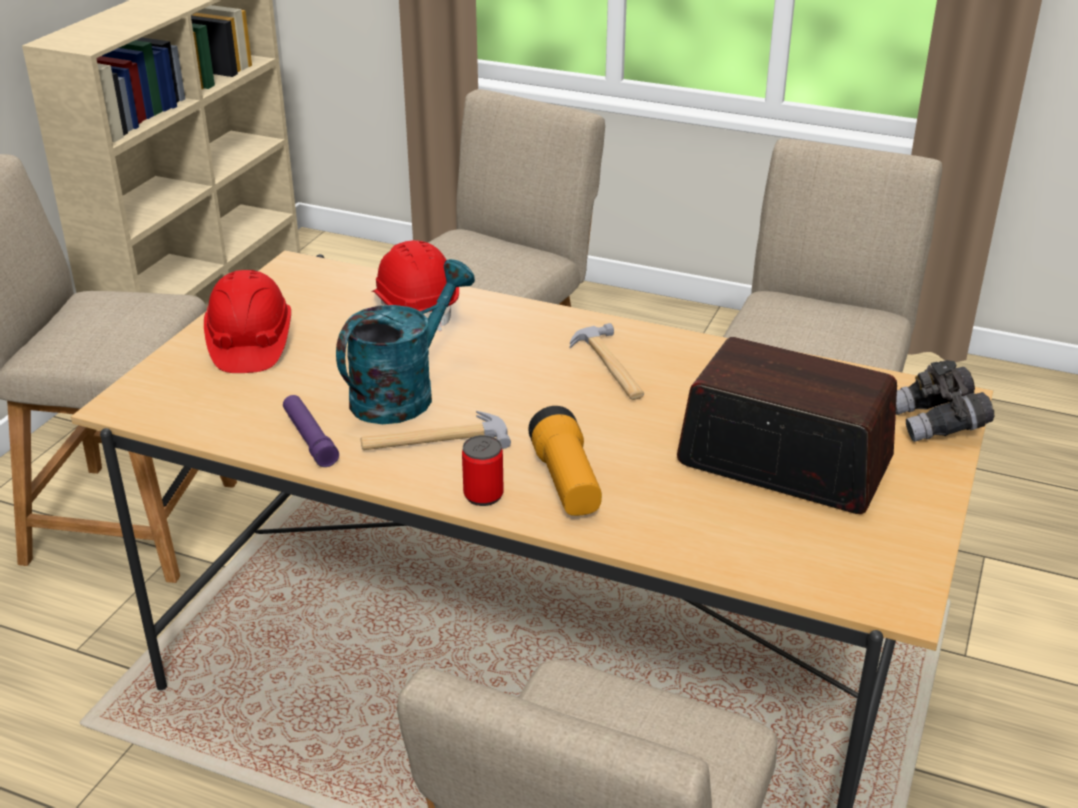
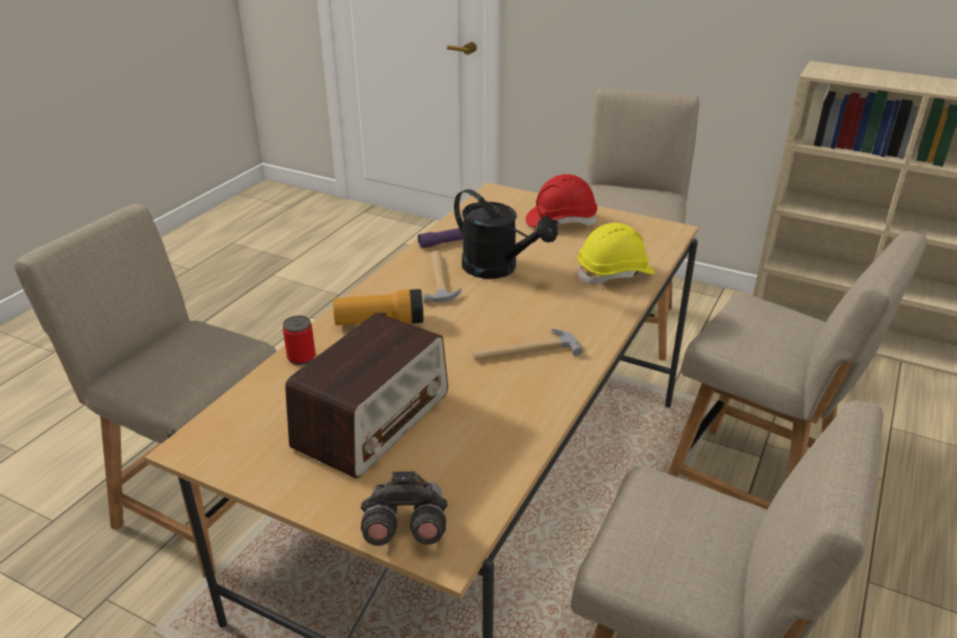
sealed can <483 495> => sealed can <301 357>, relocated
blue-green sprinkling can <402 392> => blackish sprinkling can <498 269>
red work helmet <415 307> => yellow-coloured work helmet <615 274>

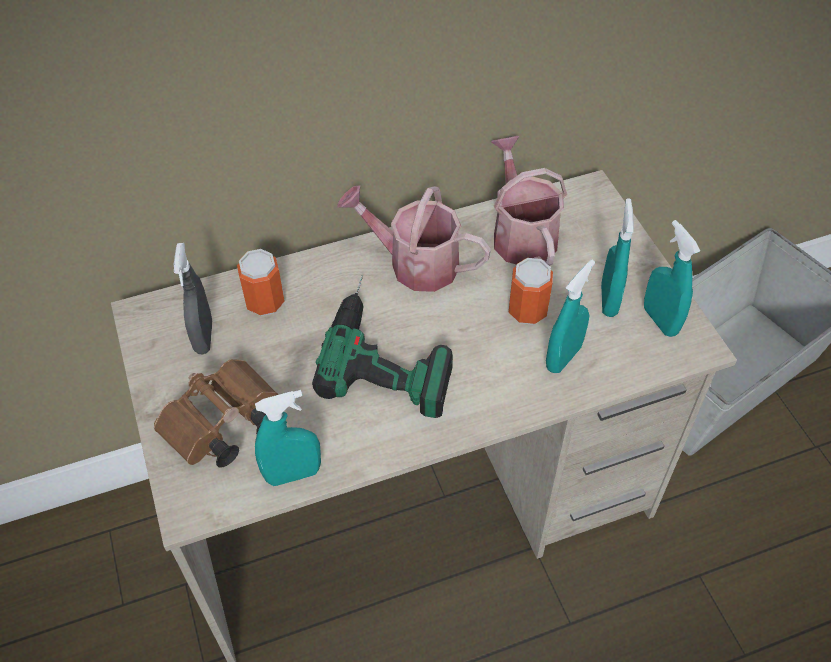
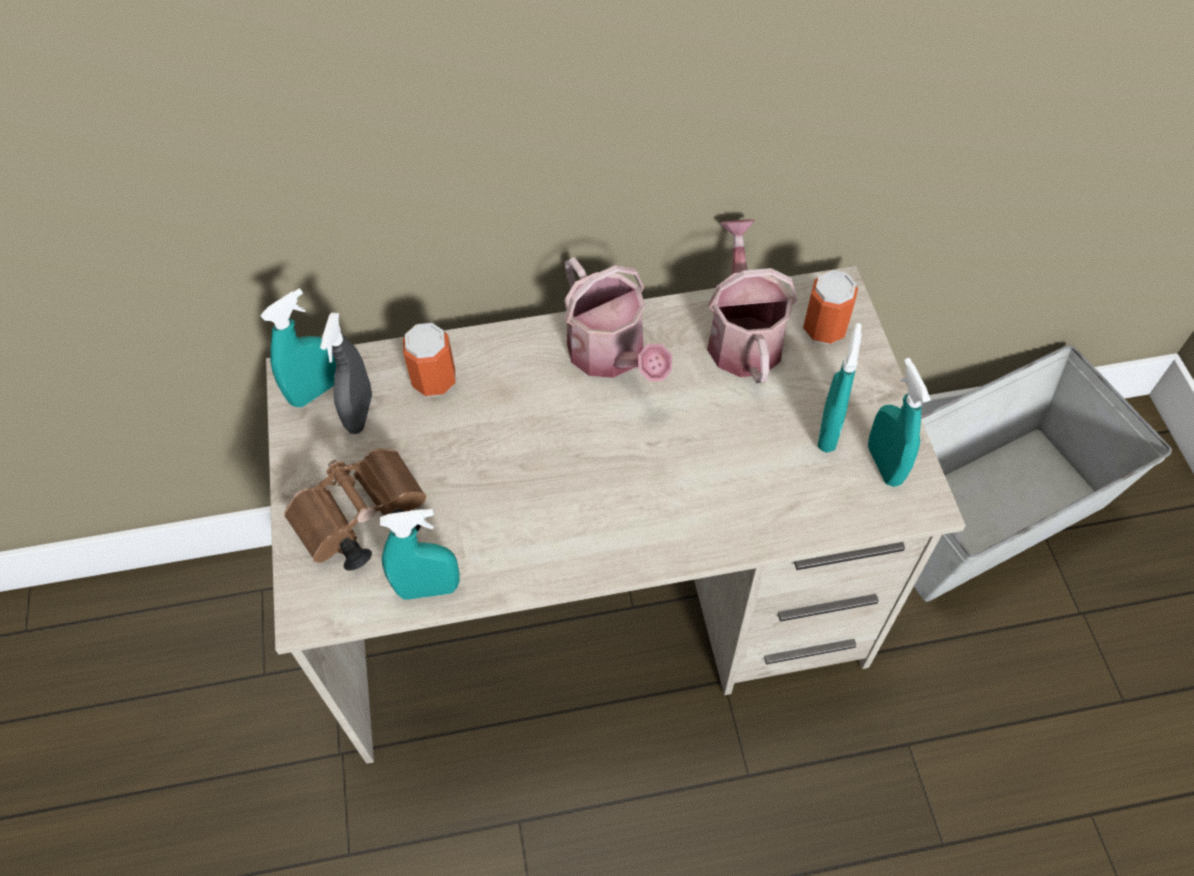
electric drill <391 348> => nothing
sealed can <527 311> => sealed can <824 329>, relocated
blue-green sprayer <563 357> => blue-green sprayer <315 392>, relocated
sprinkling can <414 263> => sprinkling can <612 356>, 150 degrees counterclockwise

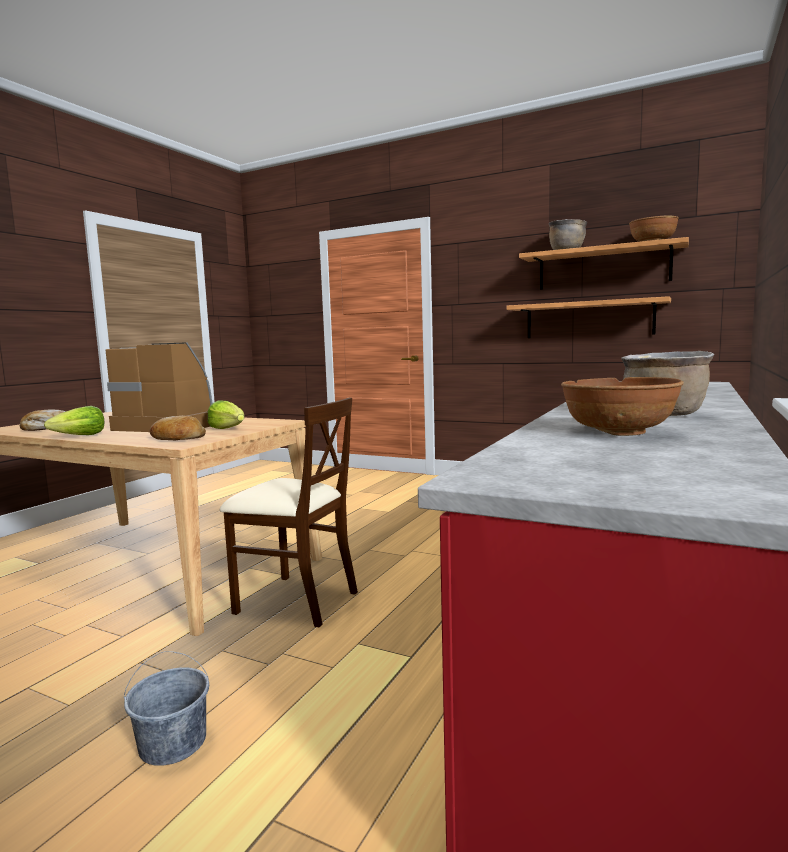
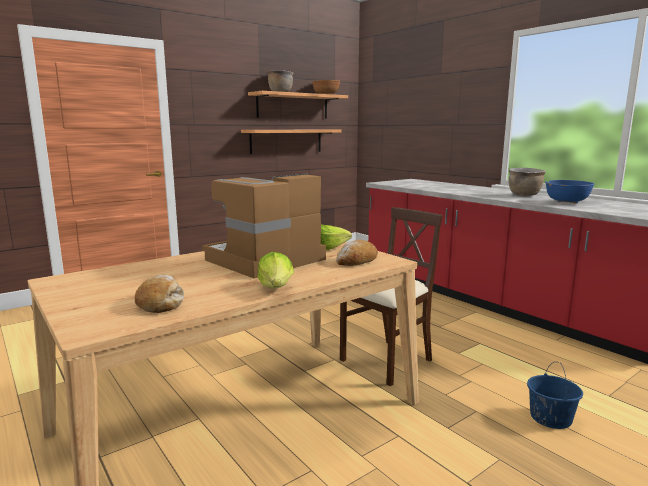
gray pail <173 743> => bluish pail <550 417>
brown-coloured deep dish <618 432> => bluish deep dish <567 202>

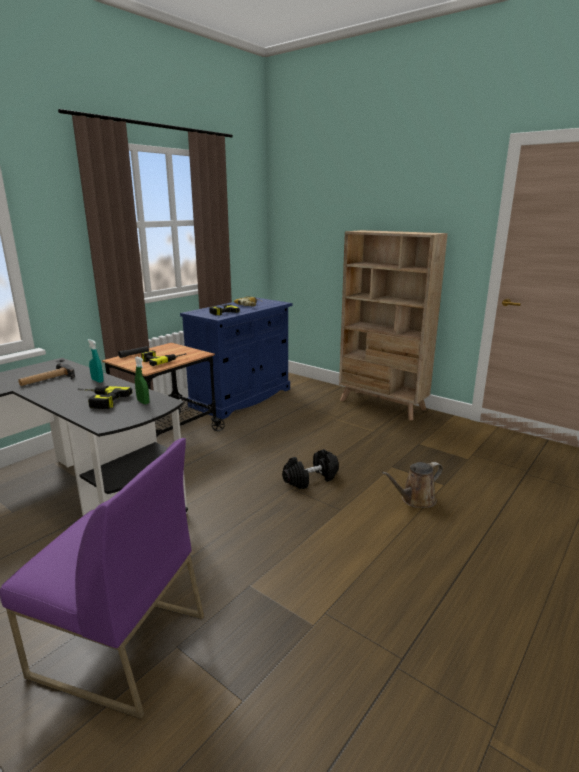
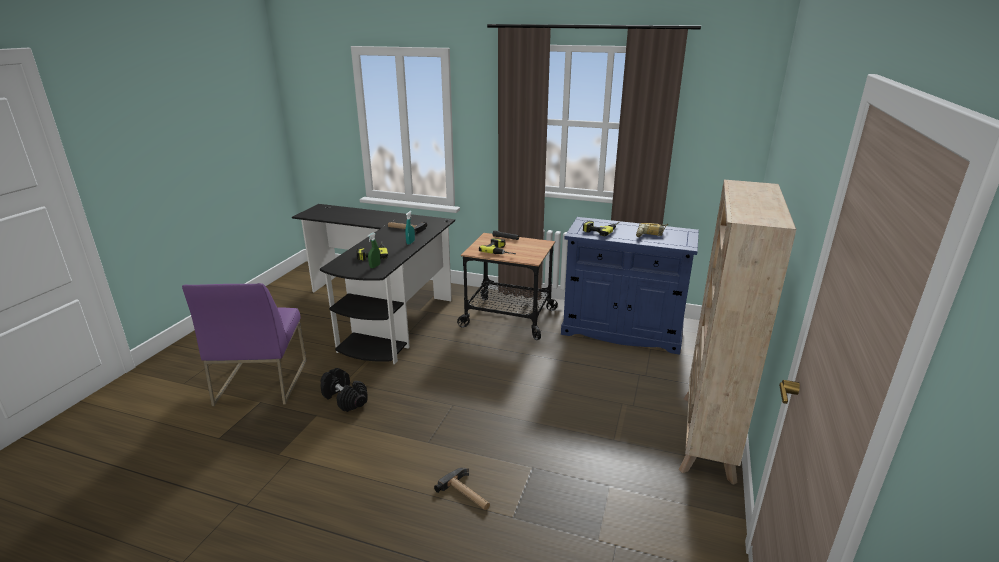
blackish dumbbell <310 479> => blackish dumbbell <344 399>, relocated
brown-coloured sprinkling can <415 500> => hand hammer <467 494>

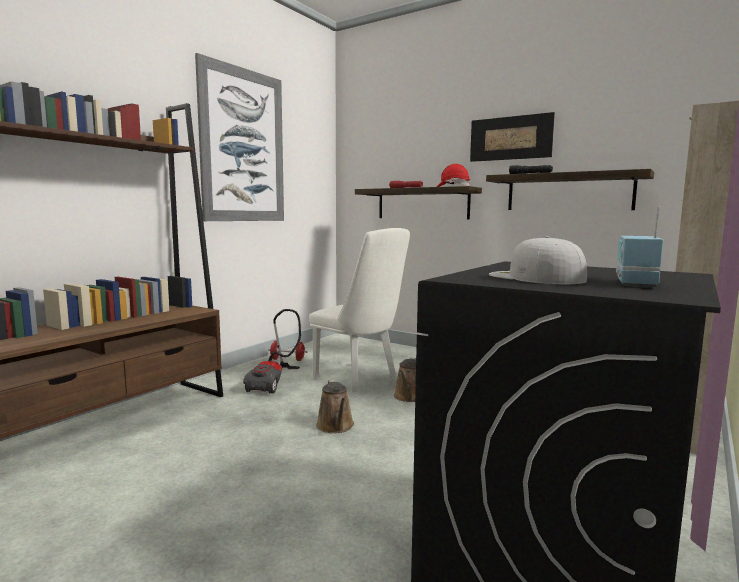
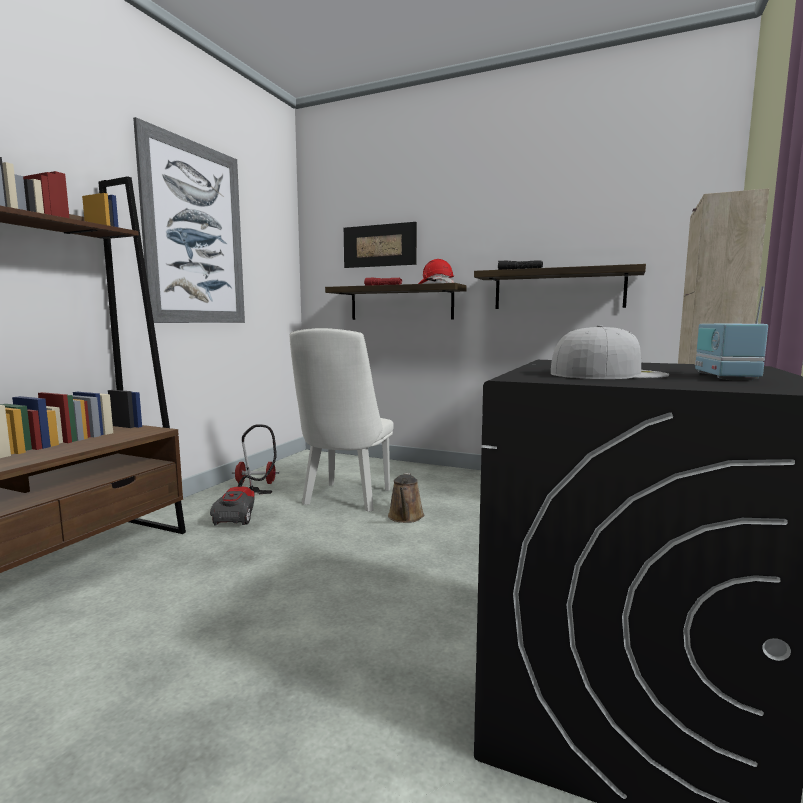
brown-coloured sprinkling can <336 427> => nothing
wall picture <510 138> => wall picture <379 245>, relocated
whitish plain chair <360 378> => whitish plain chair <345 499>, 75 degrees clockwise
whitish baseball cap <534 277> => whitish baseball cap <608 374>, 120 degrees clockwise

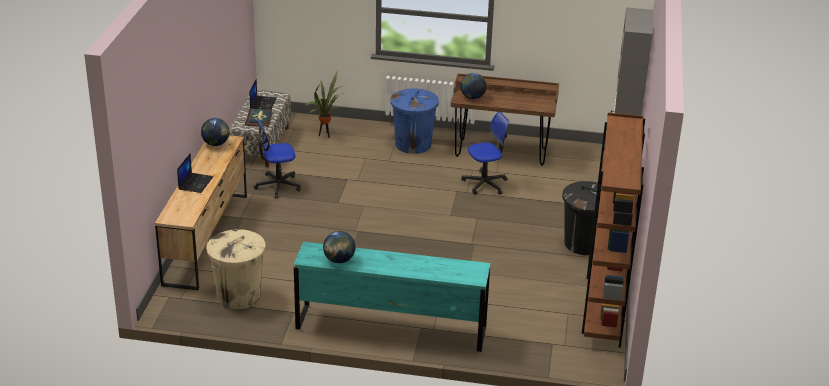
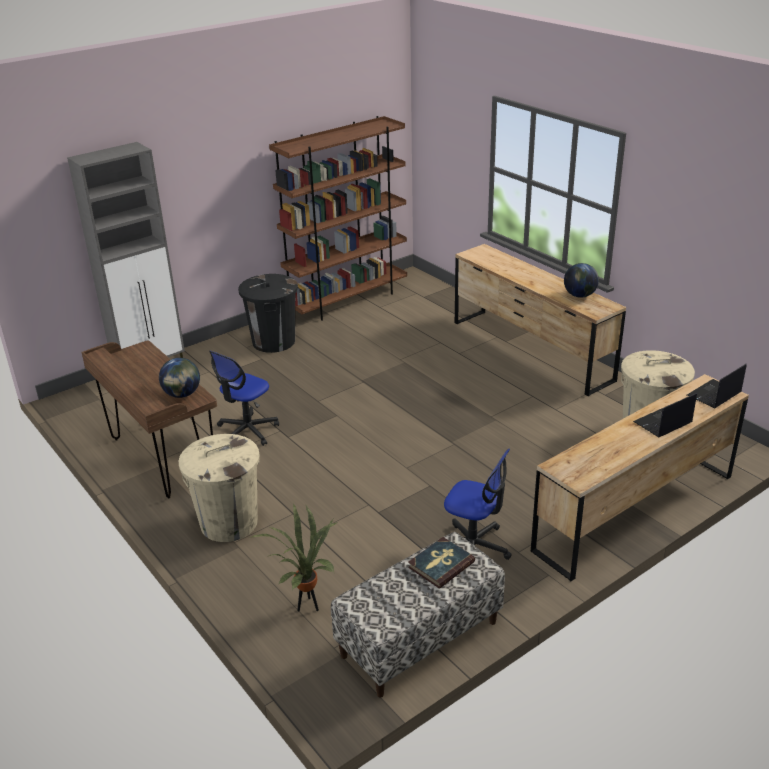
desk globe <216 144> => nothing
notebook computer <263 103> => notebook computer <714 395>, relocated
blue-green dresser <391 327> => brown-coloured dresser <530 350>
bluish waste bin <413 144> => beige-coloured waste bin <228 522>
office chair <485 184> => office chair <247 431>, 75 degrees counterclockwise

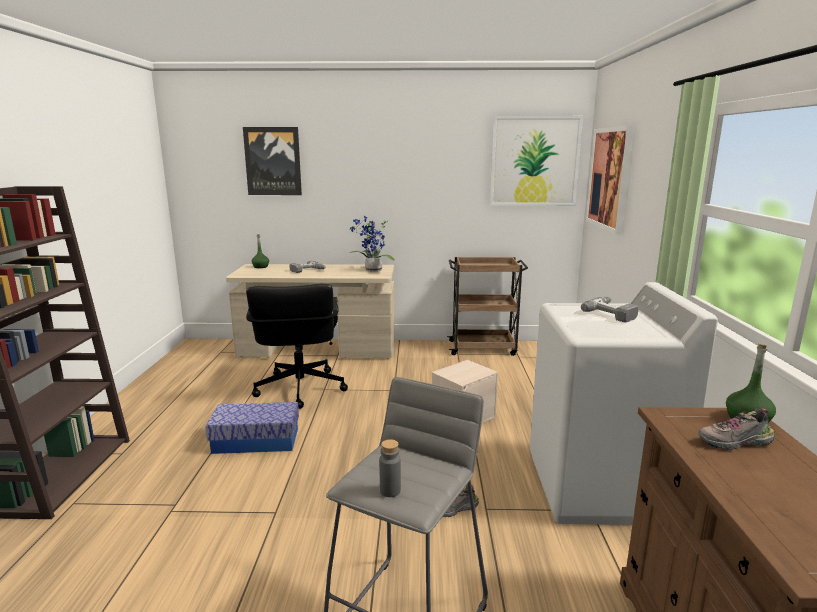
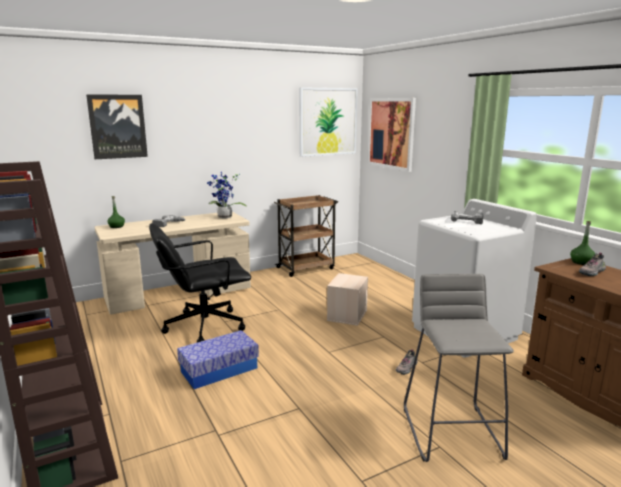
gray beverage bottle <390 491> => nothing
blackish office chair <299 389> => blackish office chair <203 326>, 105 degrees clockwise

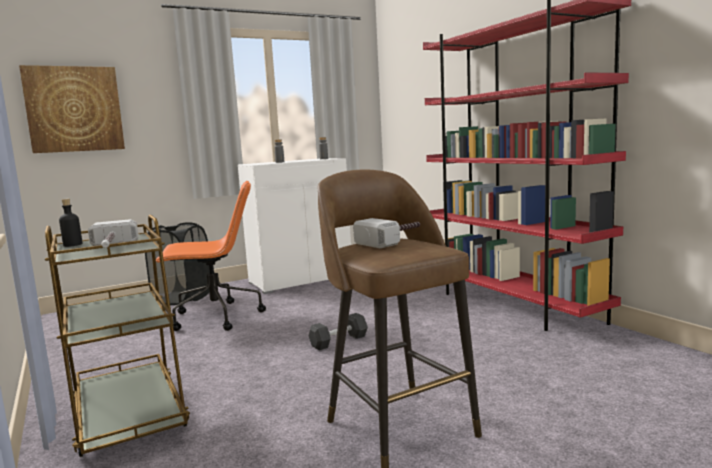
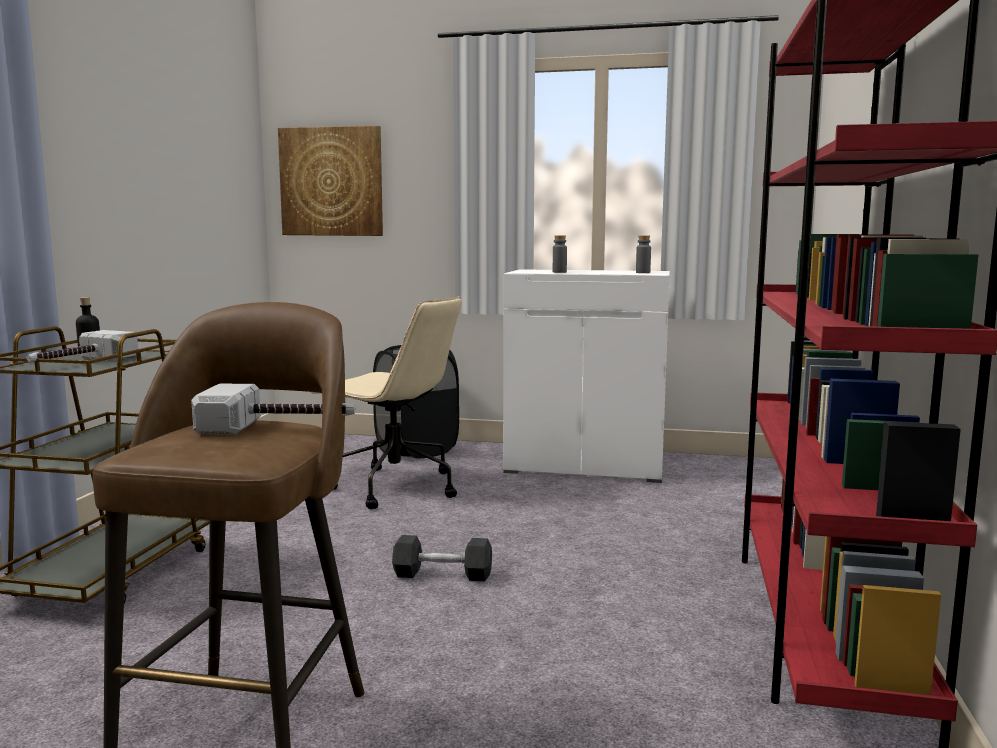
orange office chair <215 317> => beige-coloured office chair <393 487>

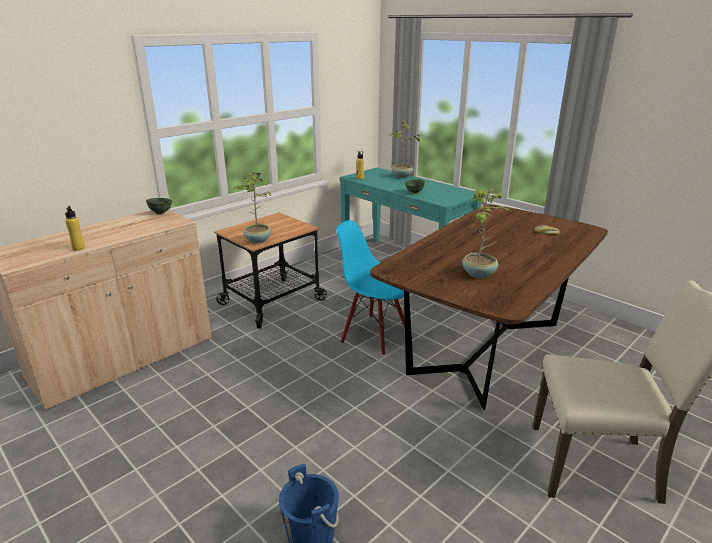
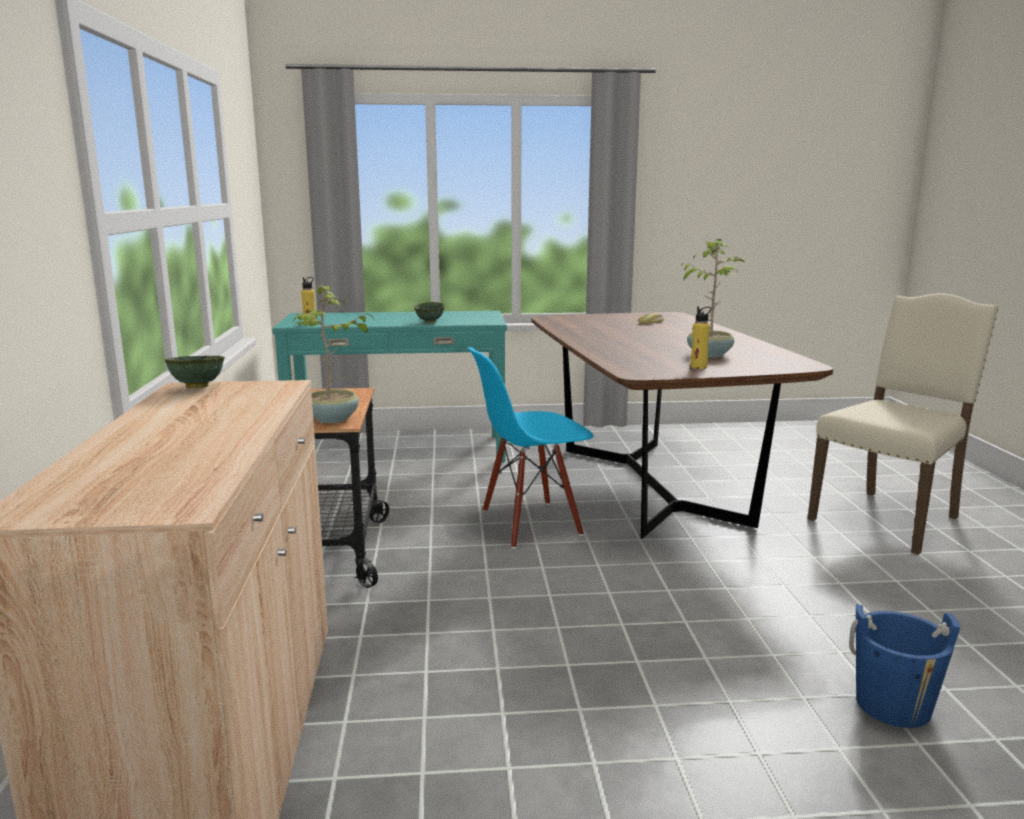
plant in a pot <402 176> => nothing
yellow-coloured beverage bottle <78 248> => yellow-coloured beverage bottle <698 367>, relocated

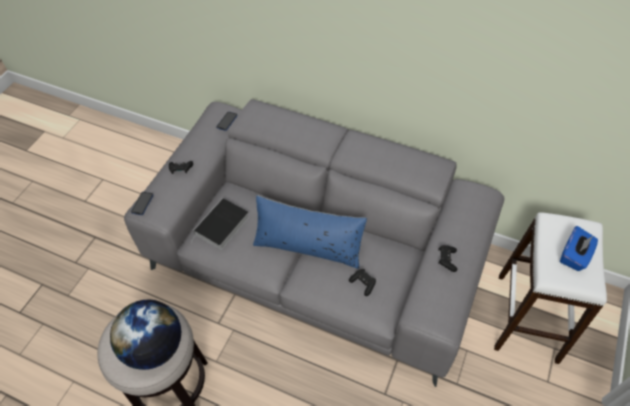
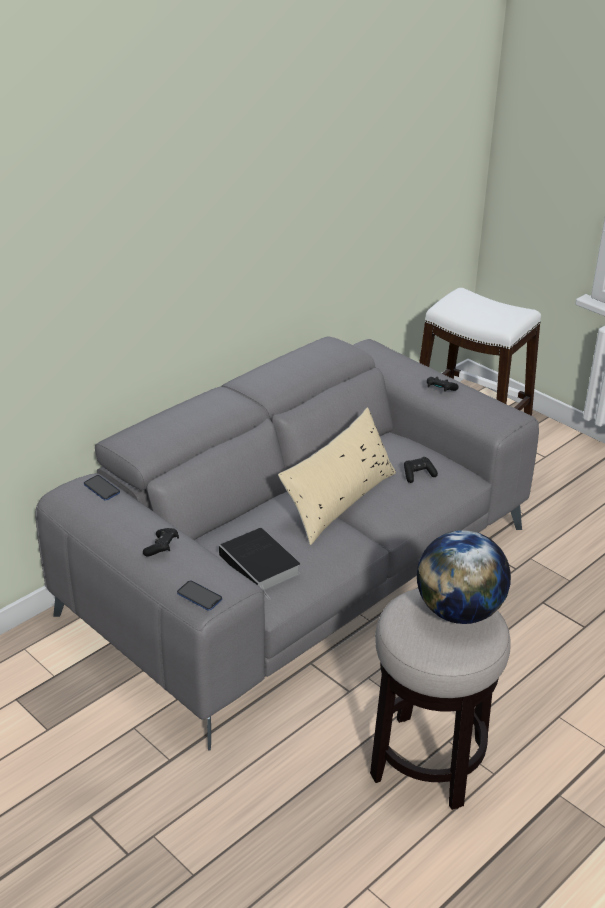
bluish tissue box <574 256> => nothing
bluish pillow <308 245> => beige-coloured pillow <339 500>

